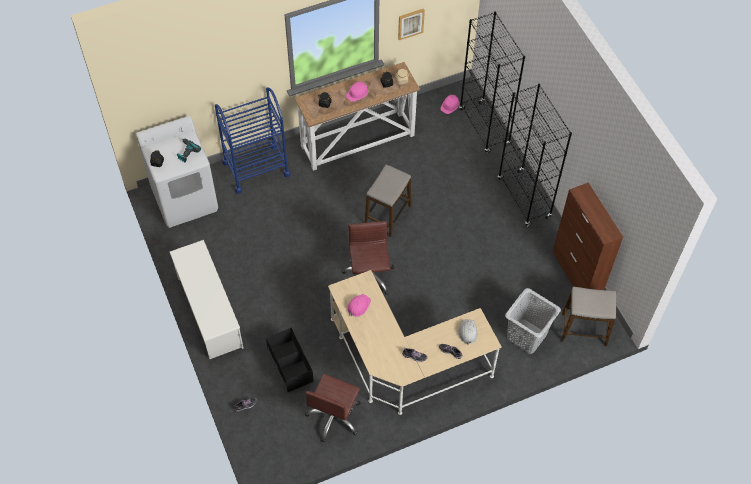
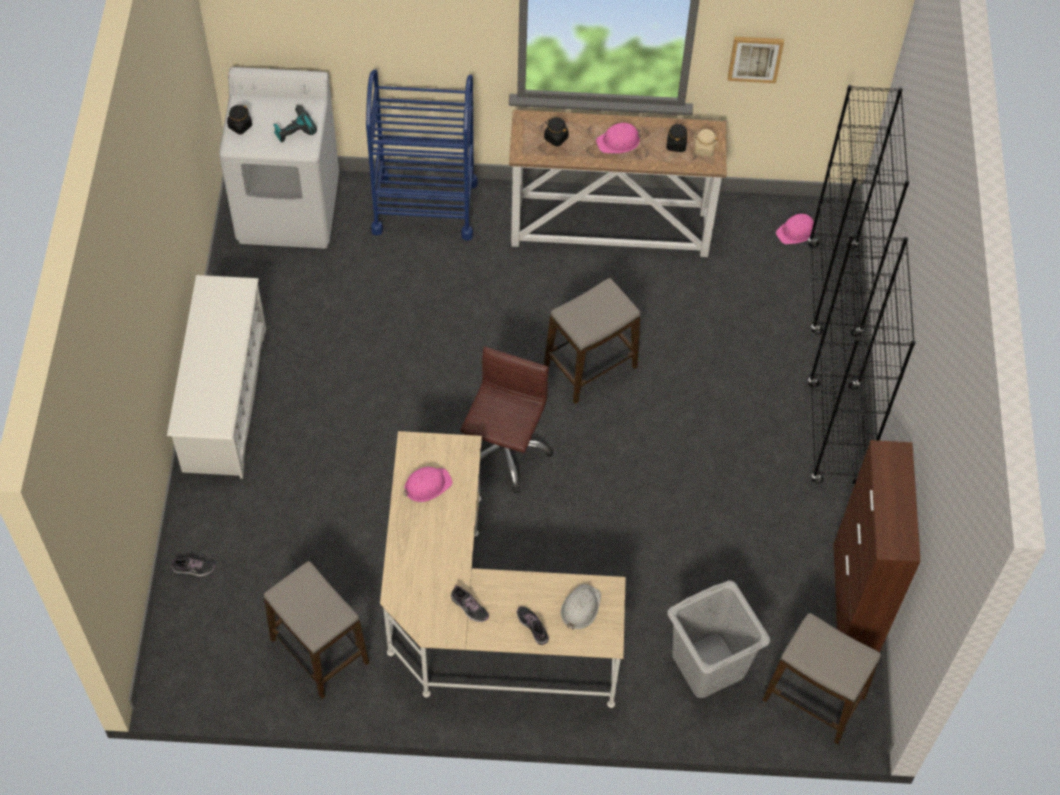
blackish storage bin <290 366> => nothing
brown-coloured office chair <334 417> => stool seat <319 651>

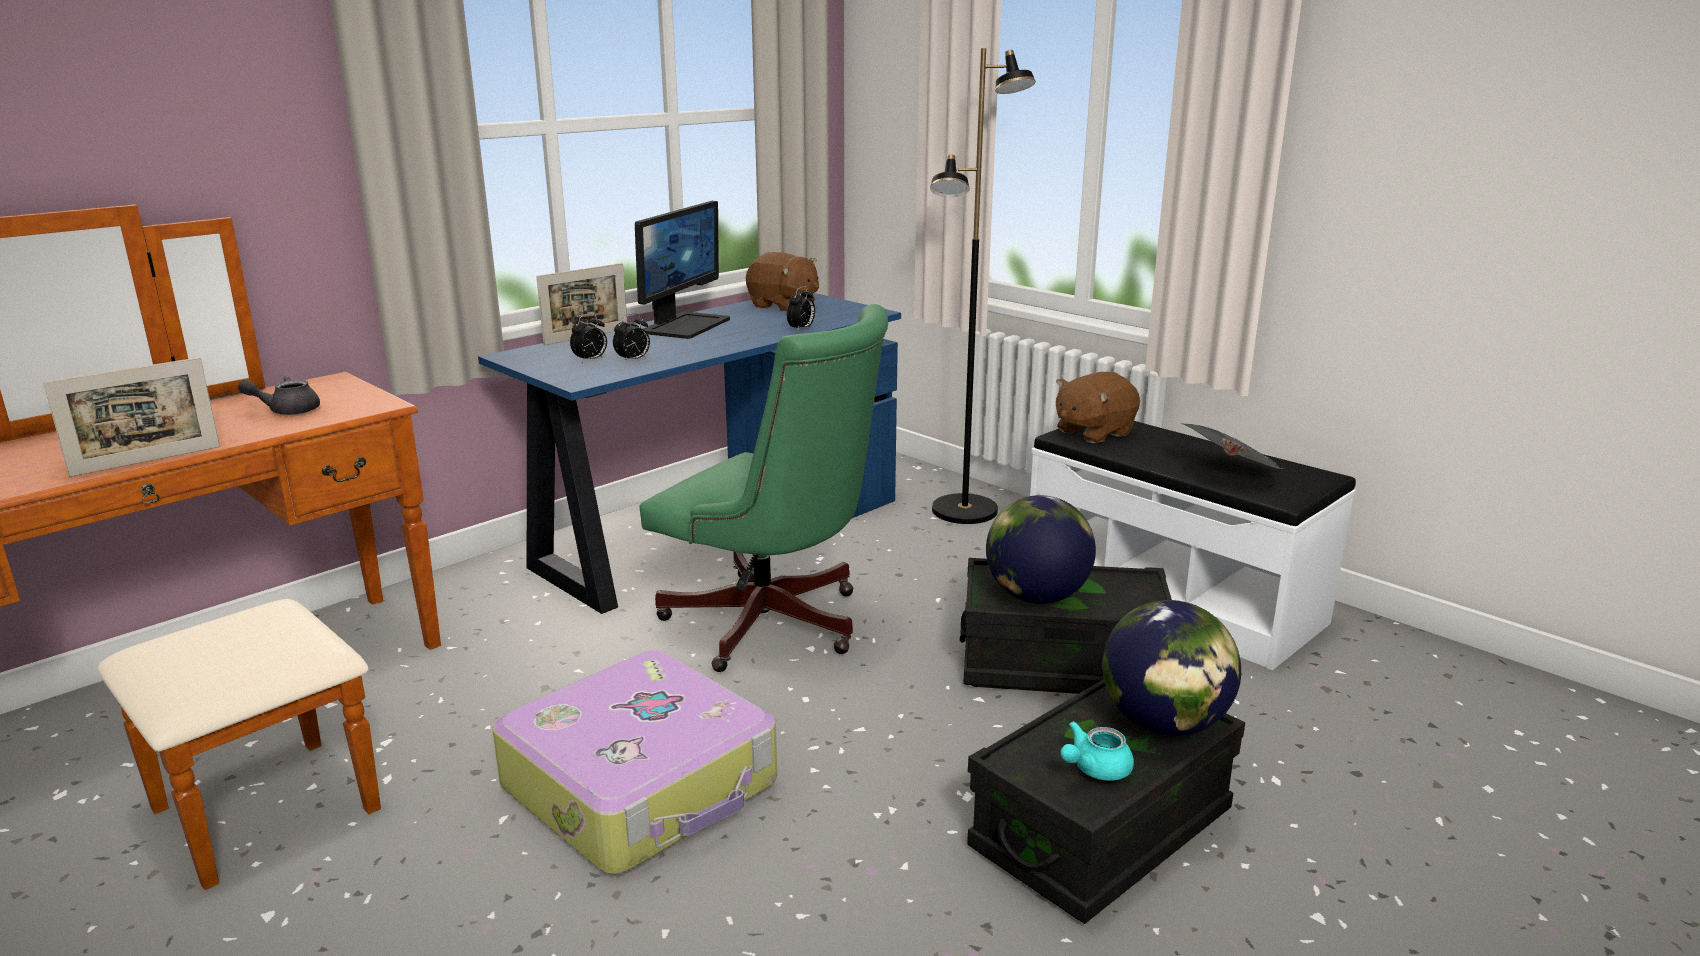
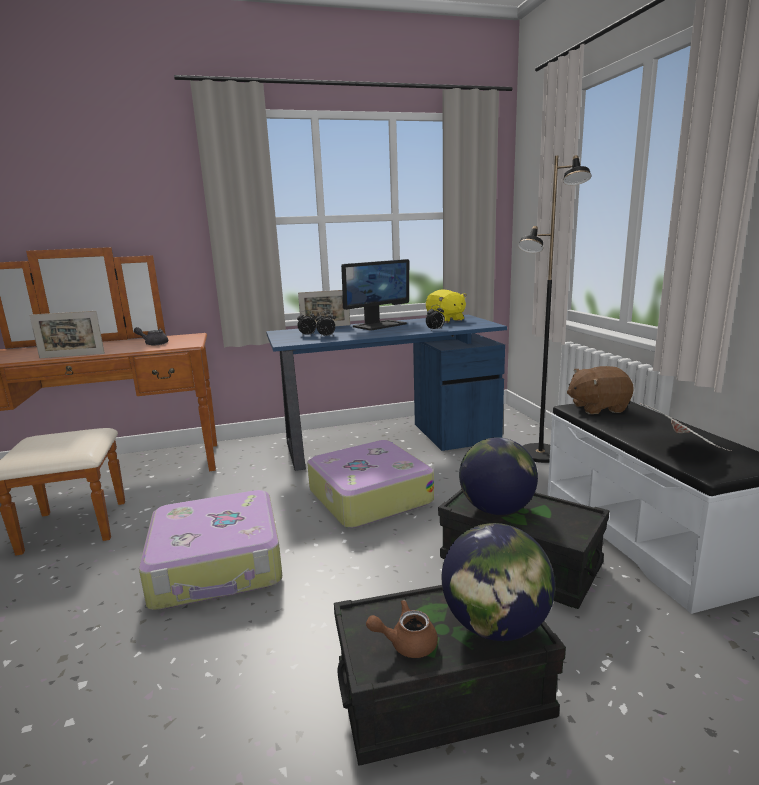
green office chair <774 627> => travel case <368 496>
brown-coloured plush toy <783 306> => yellow-coloured plush toy <445 320>
blue-green pot for tea <1094 769> => brown-coloured pot for tea <406 643>

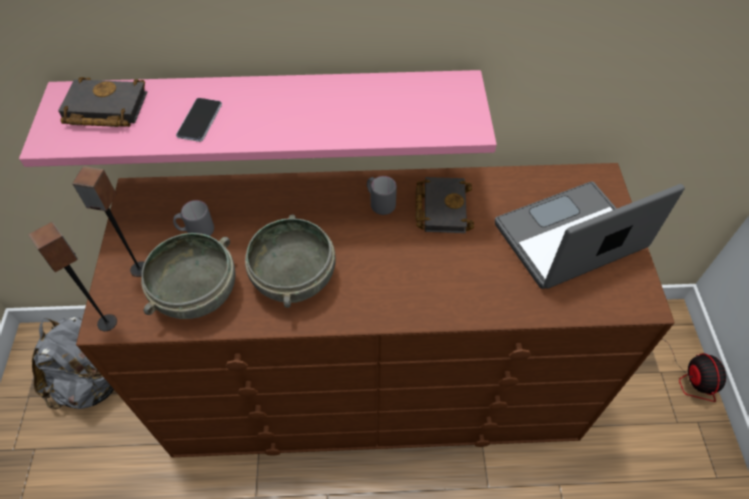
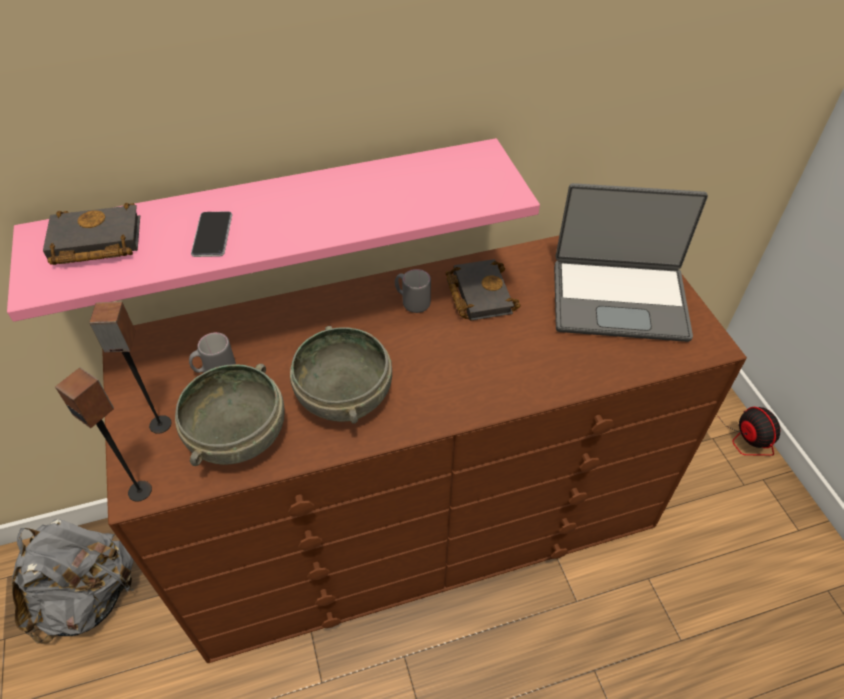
notebook computer <570 239> => notebook computer <619 299>, 135 degrees counterclockwise

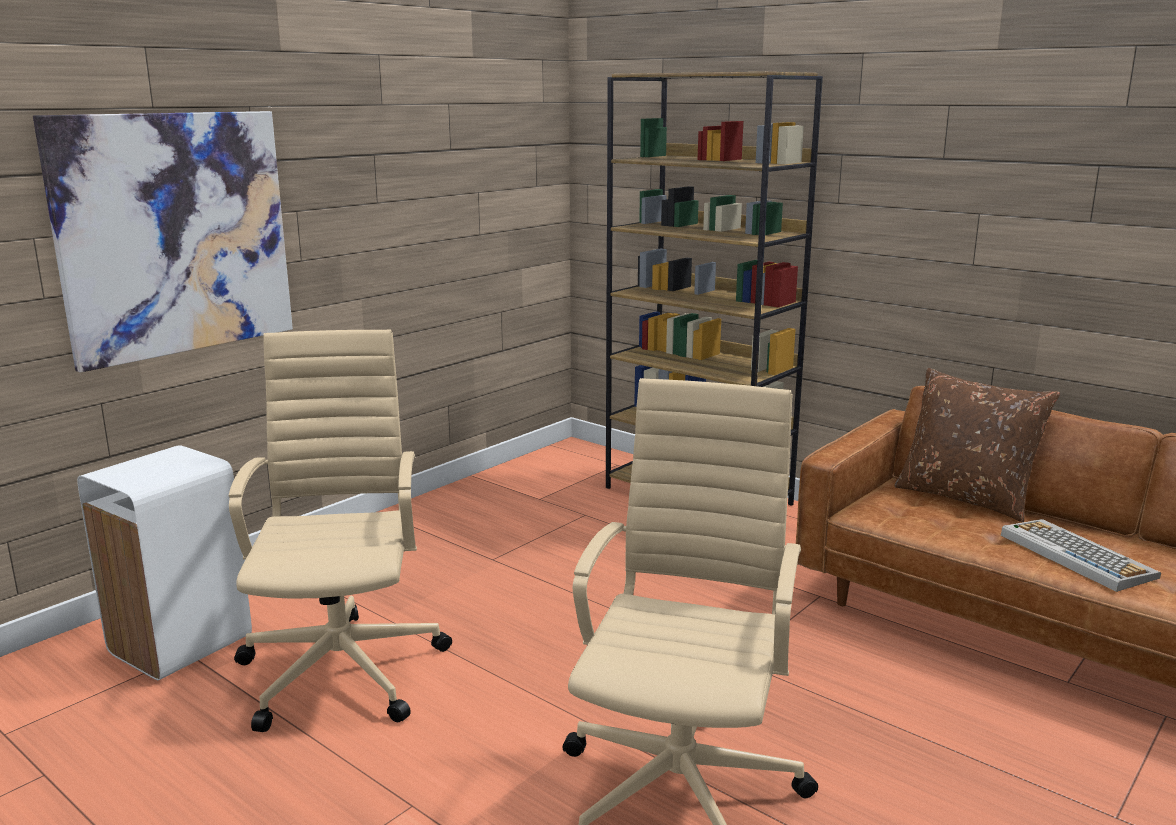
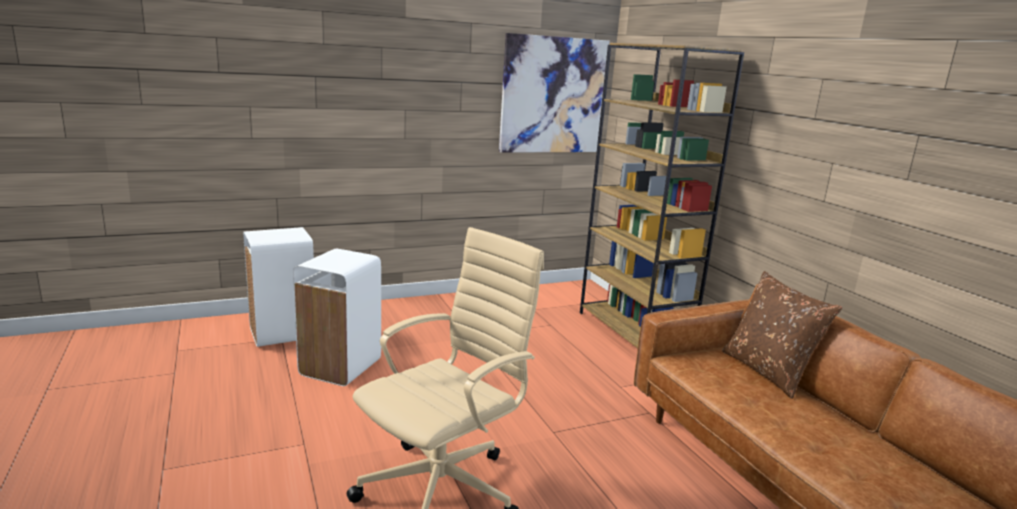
PC keyboard <1074 555> => nothing
wall picture <175 234> => wall picture <553 95>, relocated
beige-coloured office chair <344 667> => whitish waste bin <341 367>

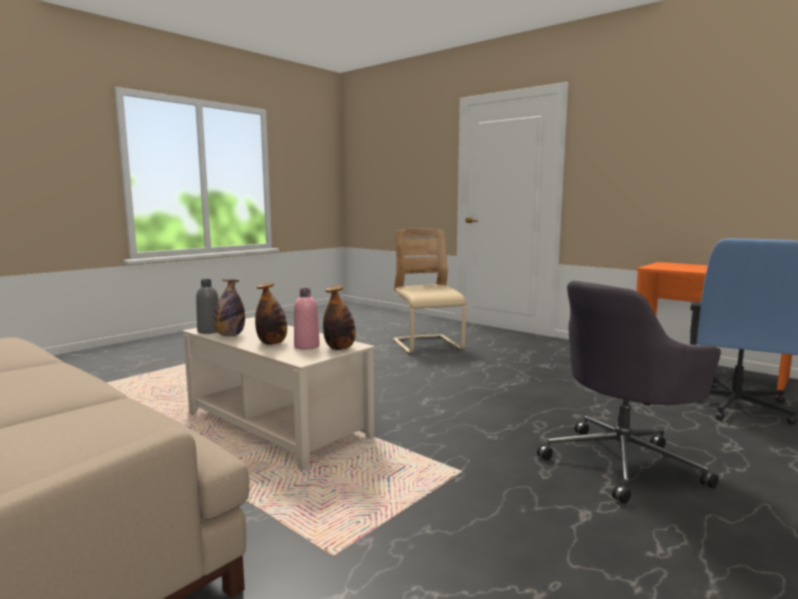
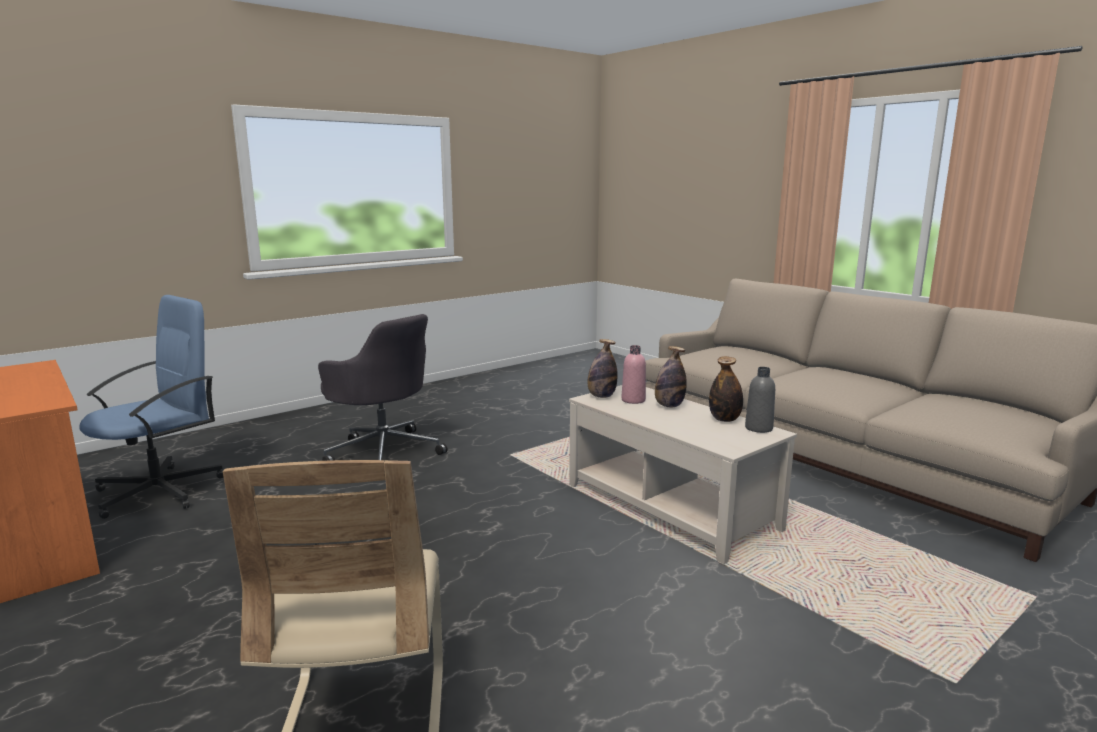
gray office chair <623 463> => gray office chair <384 452>, 60 degrees clockwise

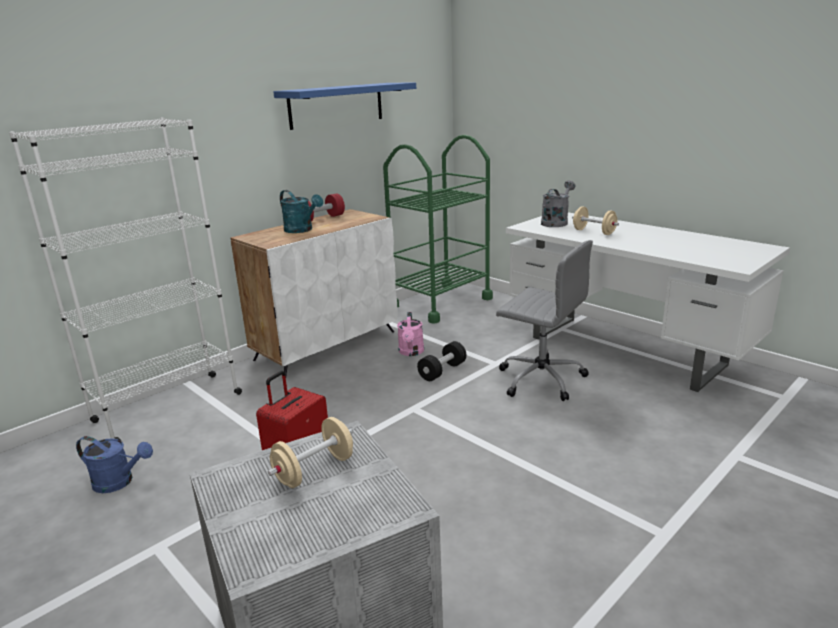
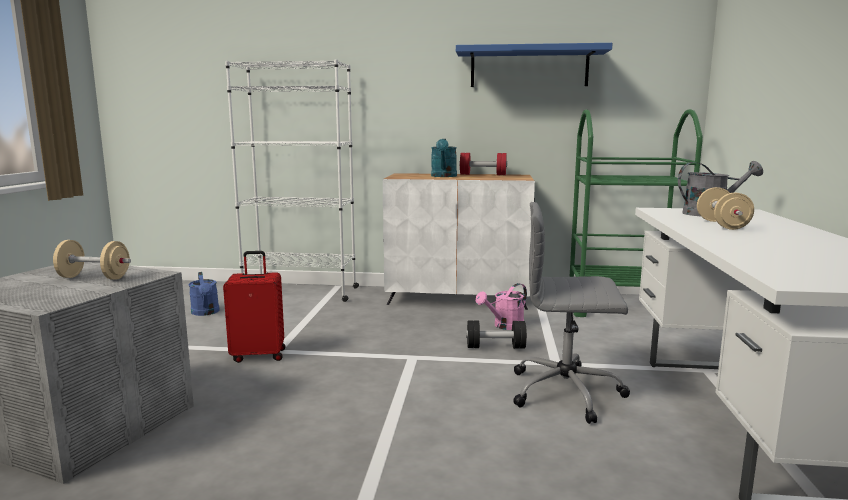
gray office chair <540 378> => gray office chair <567 392>, 105 degrees clockwise

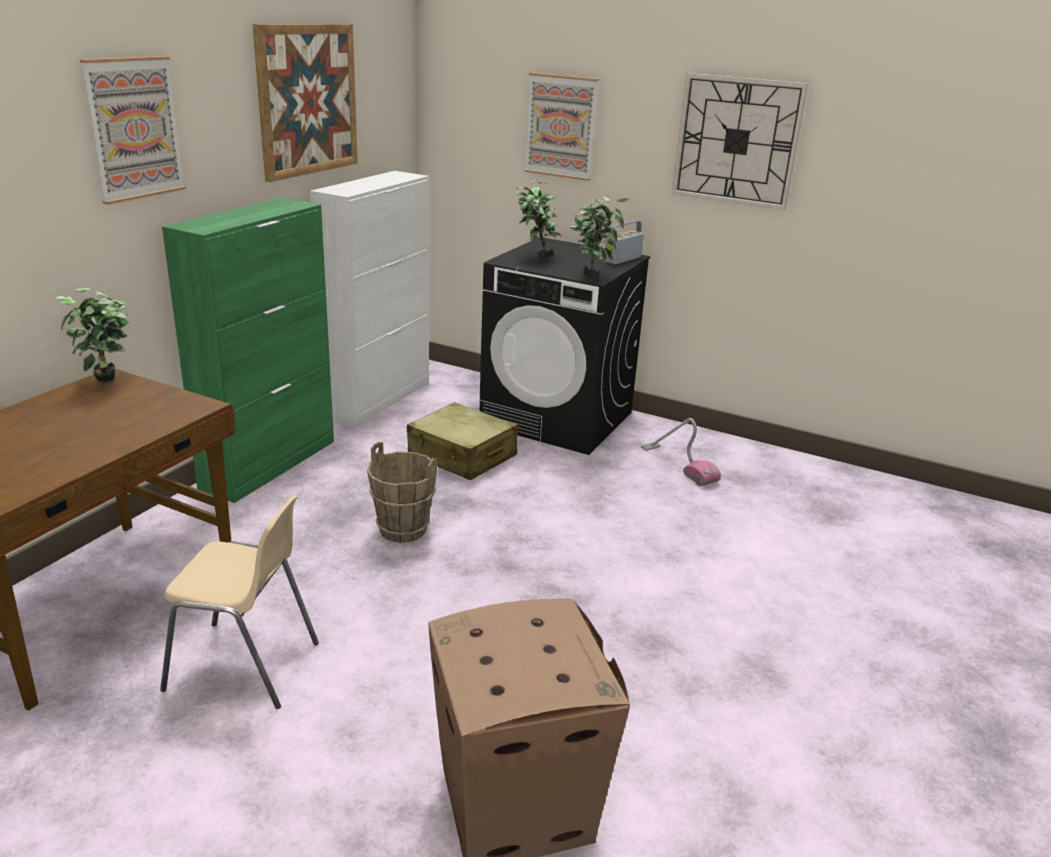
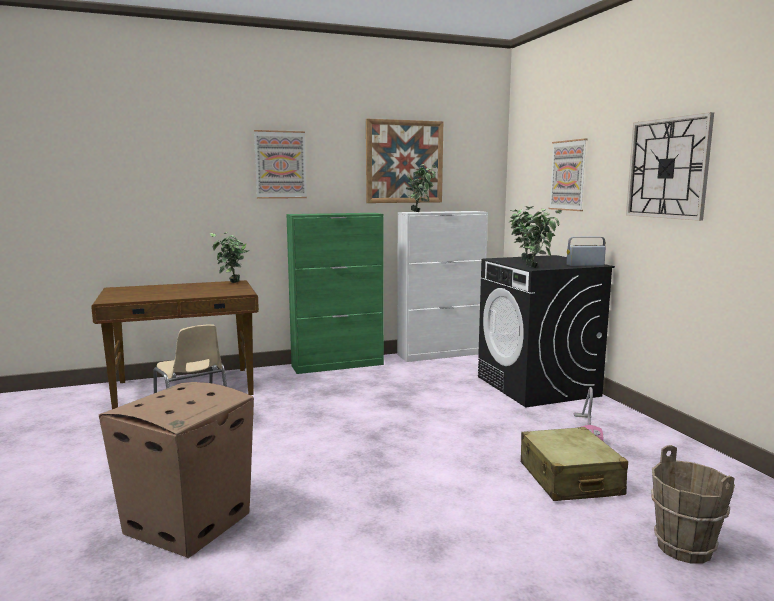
nothing => plant in a pot <421 212>
brown-coloured pail <402 530> => brown-coloured pail <683 548>, relocated
beige-coloured travel case <462 456> => beige-coloured travel case <569 479>, relocated

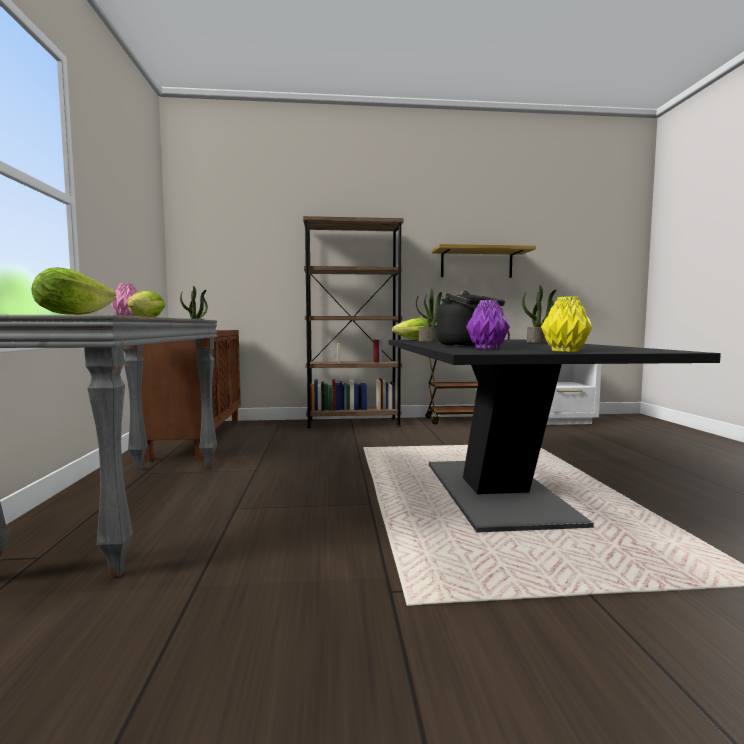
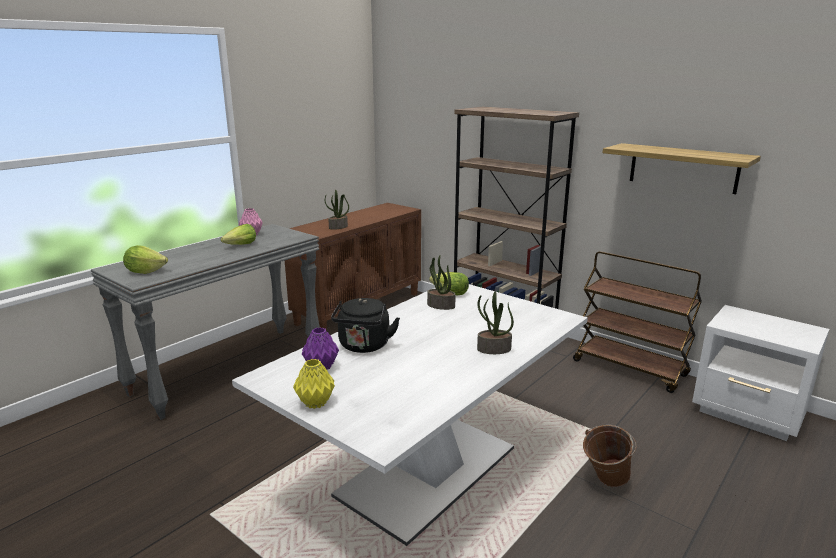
nothing => brown-coloured pail <604 483>
blackish dinner table <495 492> => whitish dinner table <427 472>

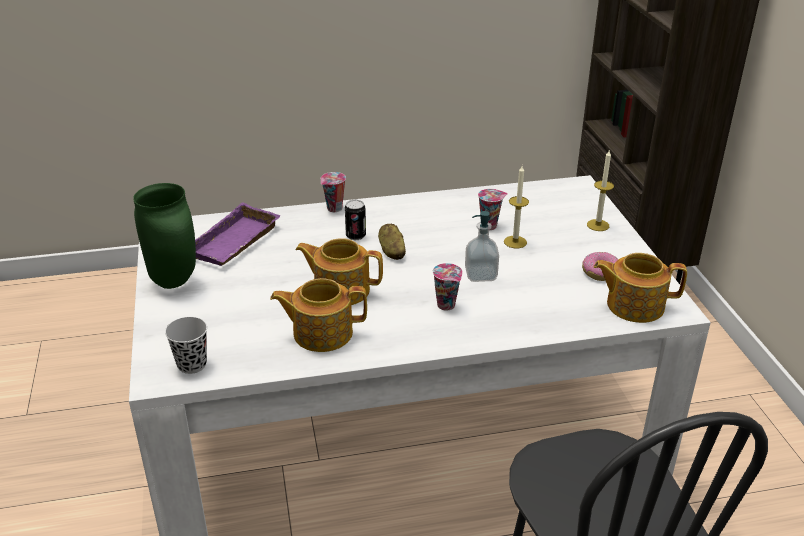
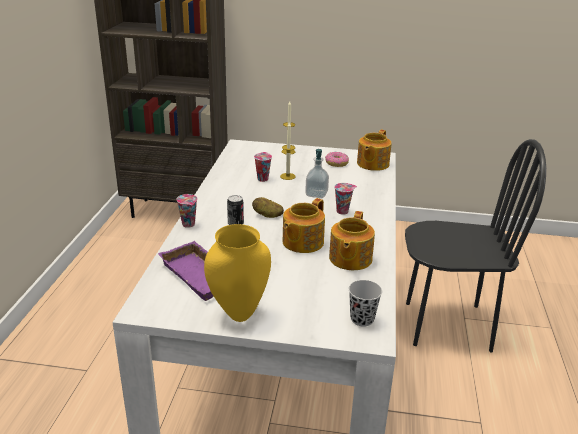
green vase <172 282> => yellow-coloured vase <239 315>

